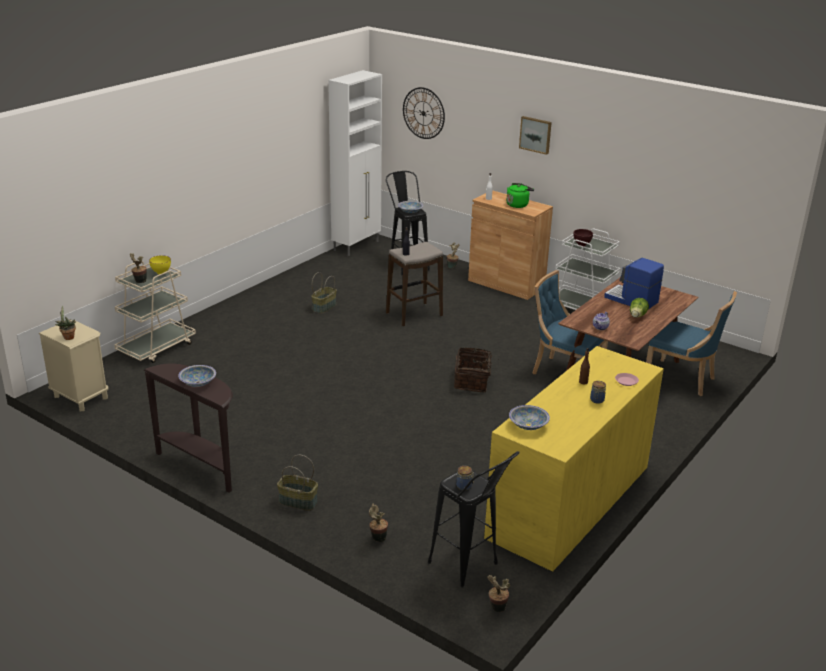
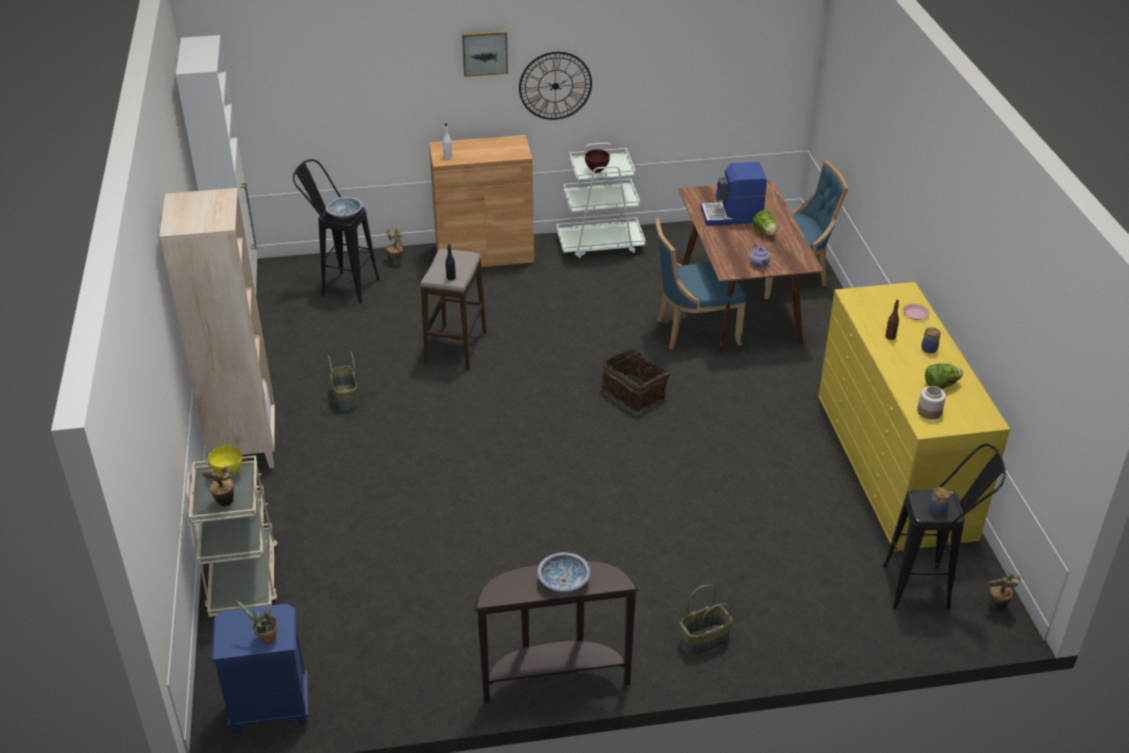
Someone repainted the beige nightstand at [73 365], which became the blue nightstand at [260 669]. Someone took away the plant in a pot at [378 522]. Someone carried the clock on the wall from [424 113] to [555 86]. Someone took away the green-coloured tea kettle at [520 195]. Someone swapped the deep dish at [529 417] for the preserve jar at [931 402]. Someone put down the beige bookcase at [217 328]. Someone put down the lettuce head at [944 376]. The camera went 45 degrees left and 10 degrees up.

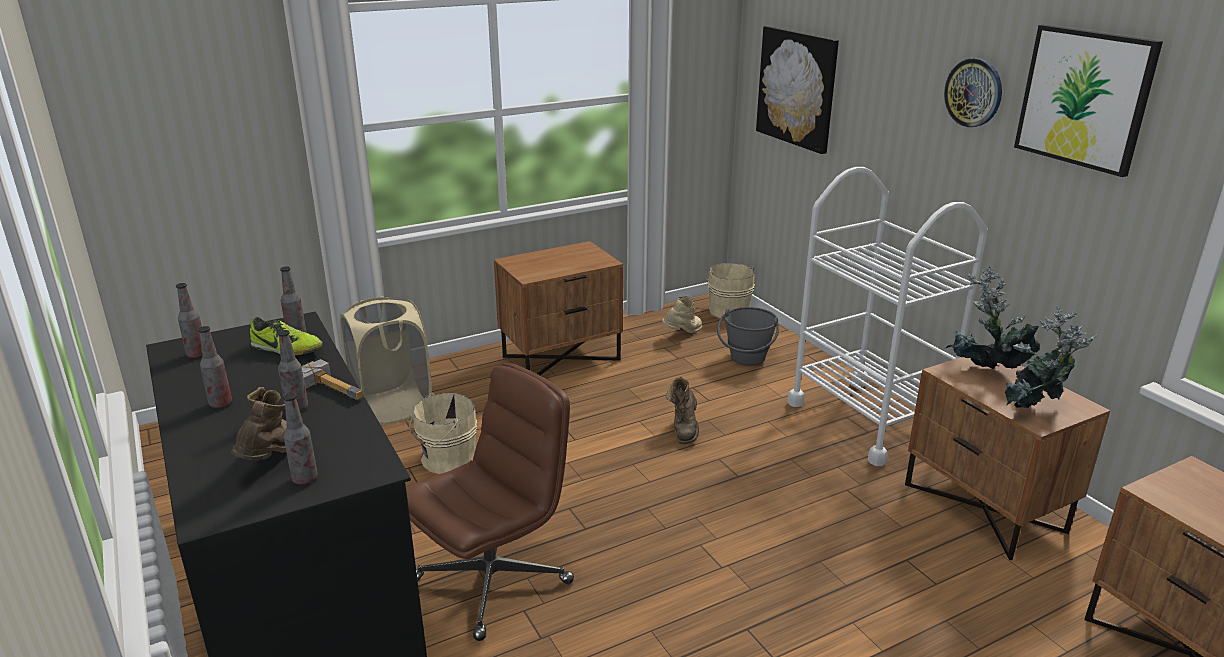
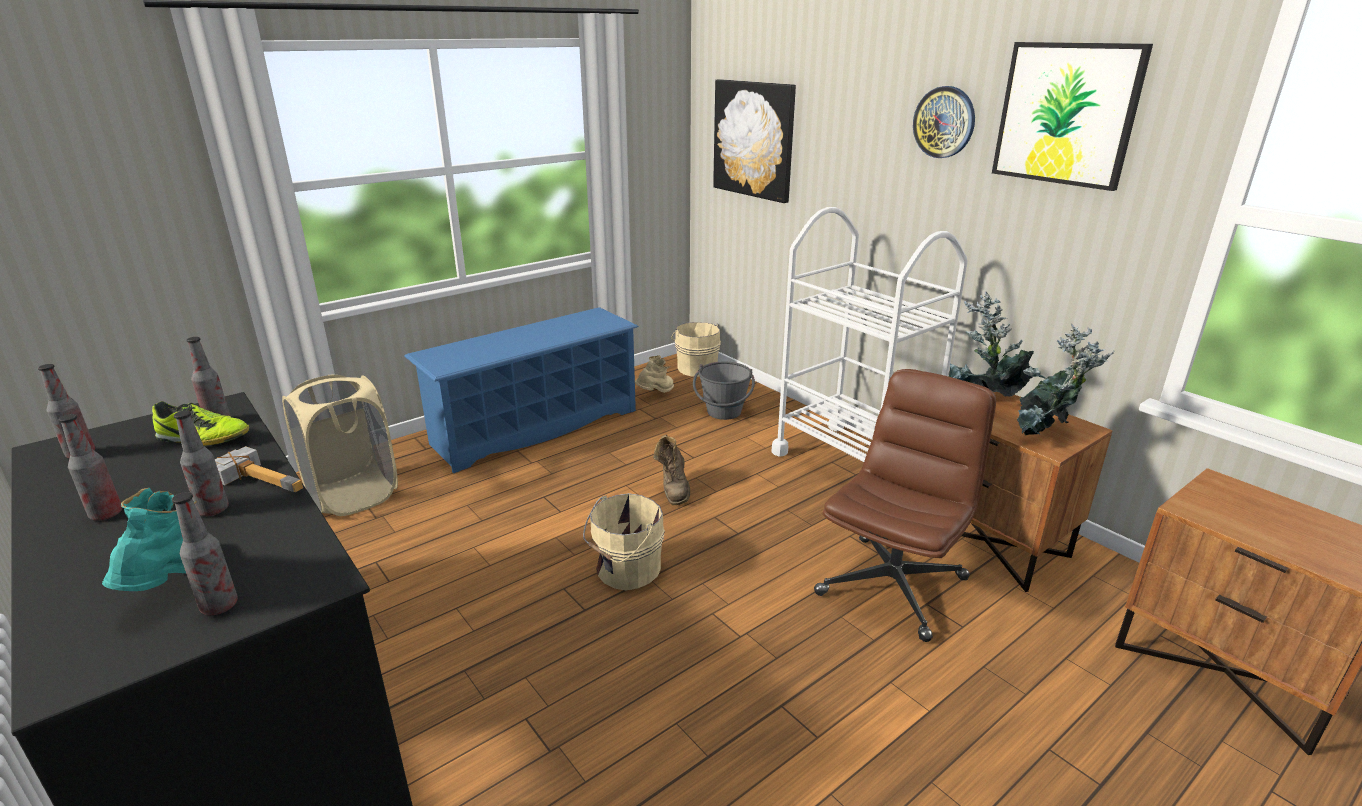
Someone repainted the brown-coloured tall boot at [259 424], which became the turquoise-coloured tall boot at [149 539]. Someone carried the brown-coloured desk chair from [490 502] to [905 505]. Someone carried the beige bucket from [443 433] to [624 541]. Someone swapped the brown-coloured nightstand at [558 308] for the blue shoe rack at [521 390]. The camera went 10 degrees left and 0 degrees up.

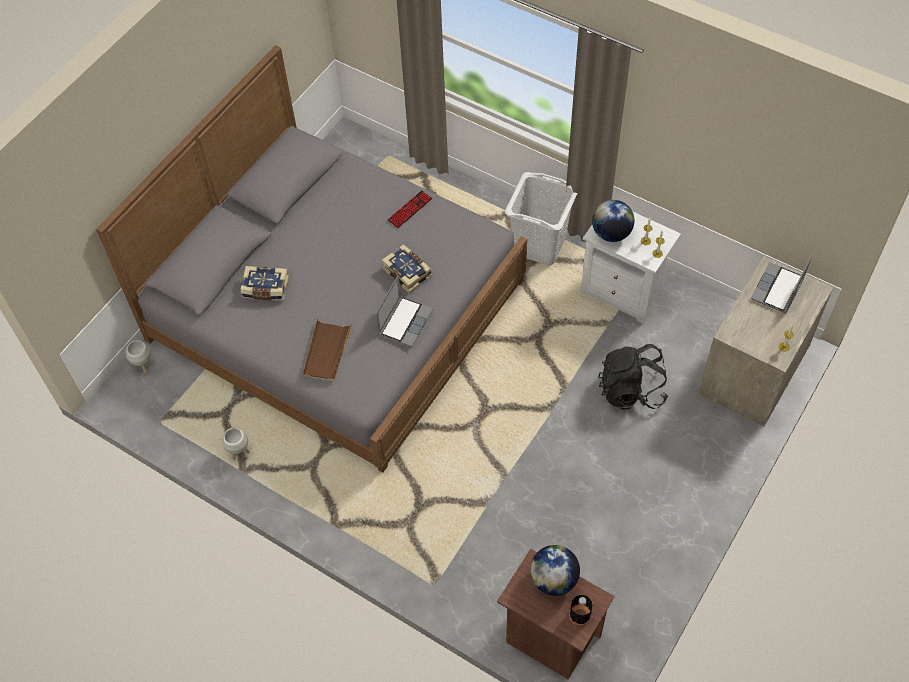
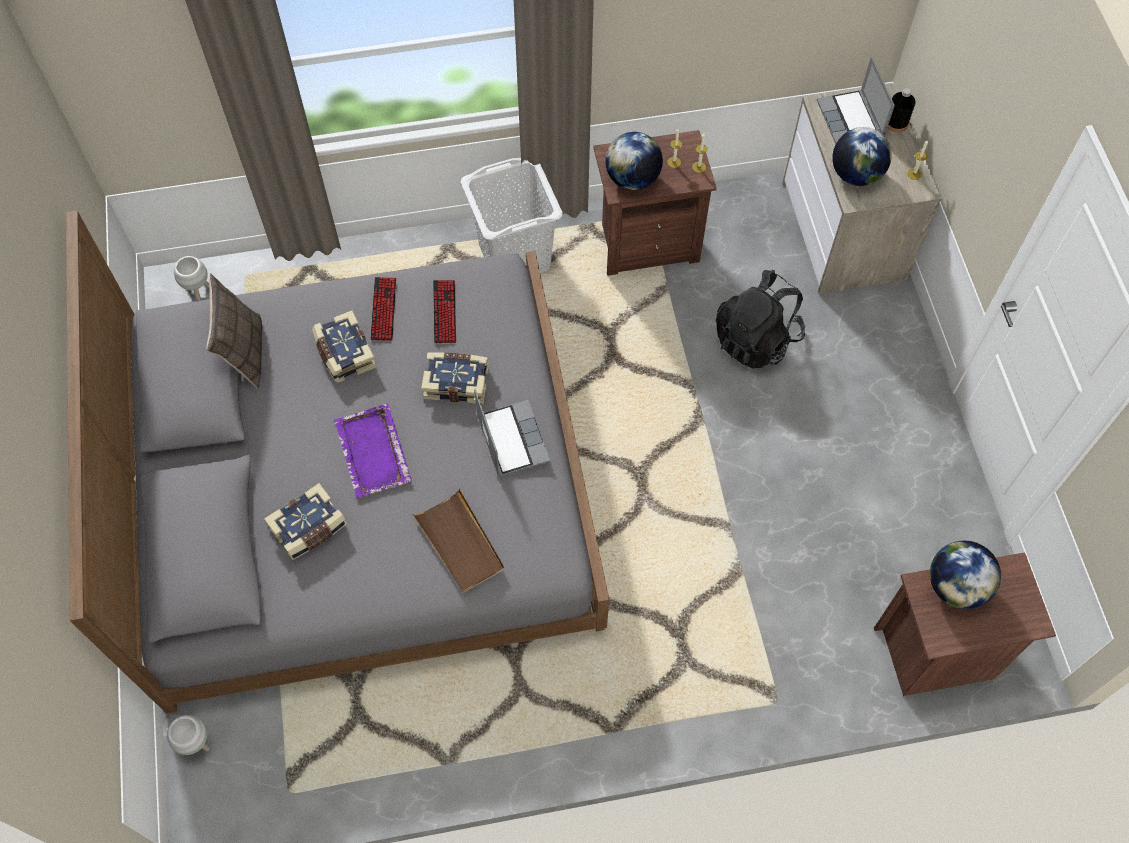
Someone carried the whitish flower pot from [235 443] to [191 278]. Someone carried the blackish drink bottle from [581 610] to [901 110]. Someone repainted the whitish nightstand at [631 267], which became the brown-coloured nightstand at [655 203]. Someone put down the cushion at [234 331]. Someone put down the book at [344 346]. Someone put down the purple-coloured tray at [373 450]. Someone put down the keyboard at [444 311]. Someone put down the world globe at [862 156]. The camera went 45 degrees left and 5 degrees up.

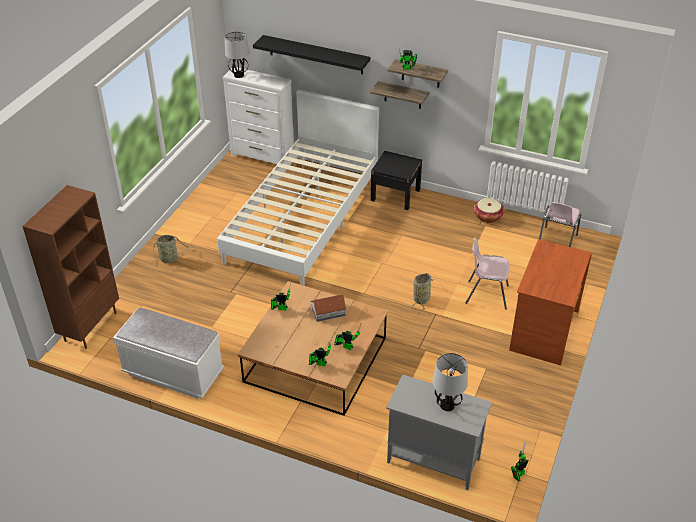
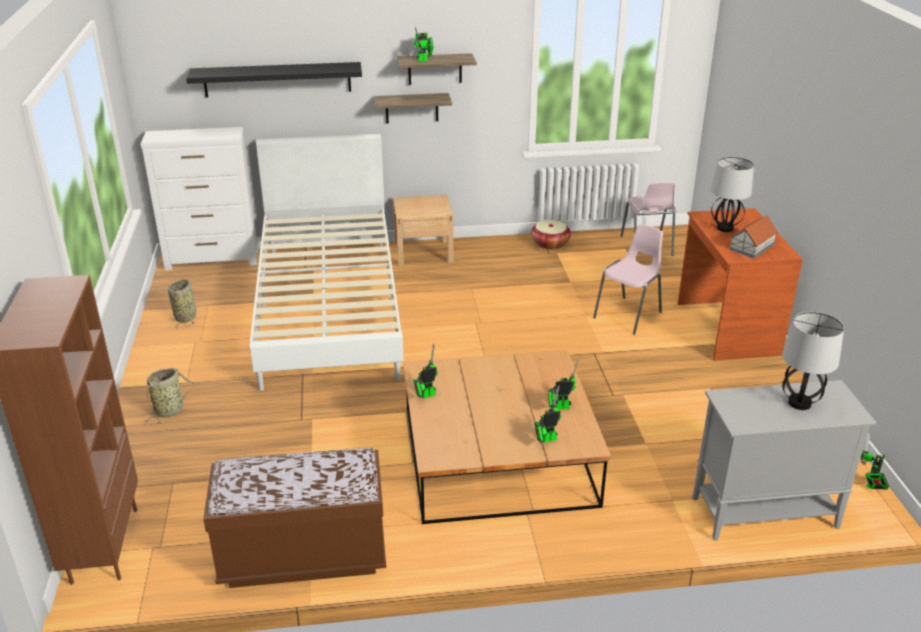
Someone repainted the whitish long seat at [168 353], which became the brown-coloured long seat at [294 518]. Someone carried the tabletop lamp from [237 55] to [732 194]. Someone carried the miniature house from [328 308] to [754 236]. Someone repainted the blackish nightstand at [396 180], which became the beige nightstand at [423 230]. Someone carried the basket from [423 291] to [182 304]. Someone rotated the pink upright chair at [487 274] by 150 degrees clockwise. The camera went 30 degrees left and 10 degrees down.

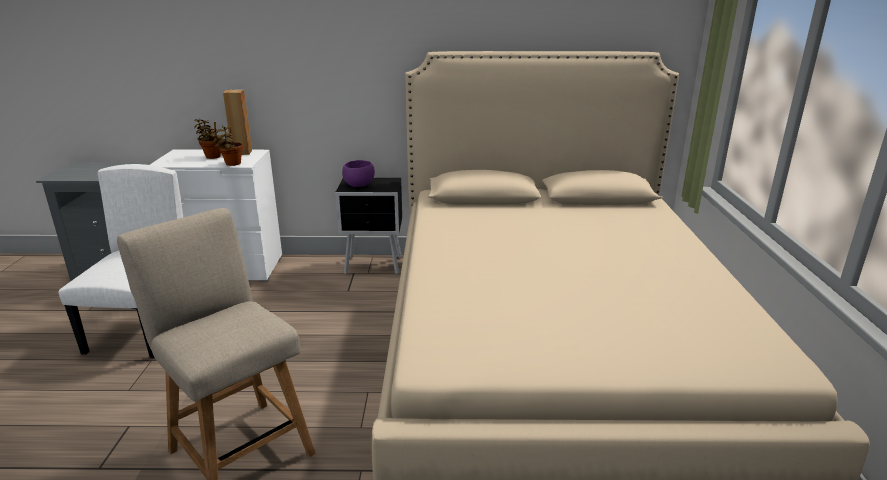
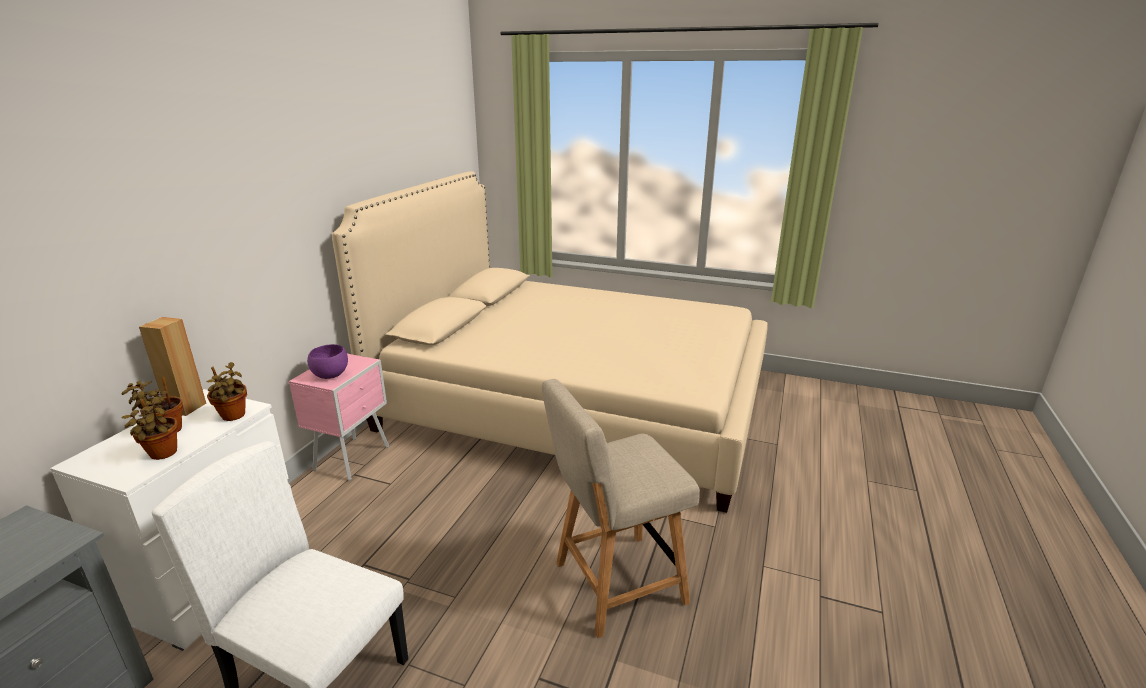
Someone repainted the blackish nightstand at [368 226], which became the pink nightstand at [339 417]. Someone put down the plant in a pot at [150 428]. The camera went 70 degrees left and 0 degrees up.

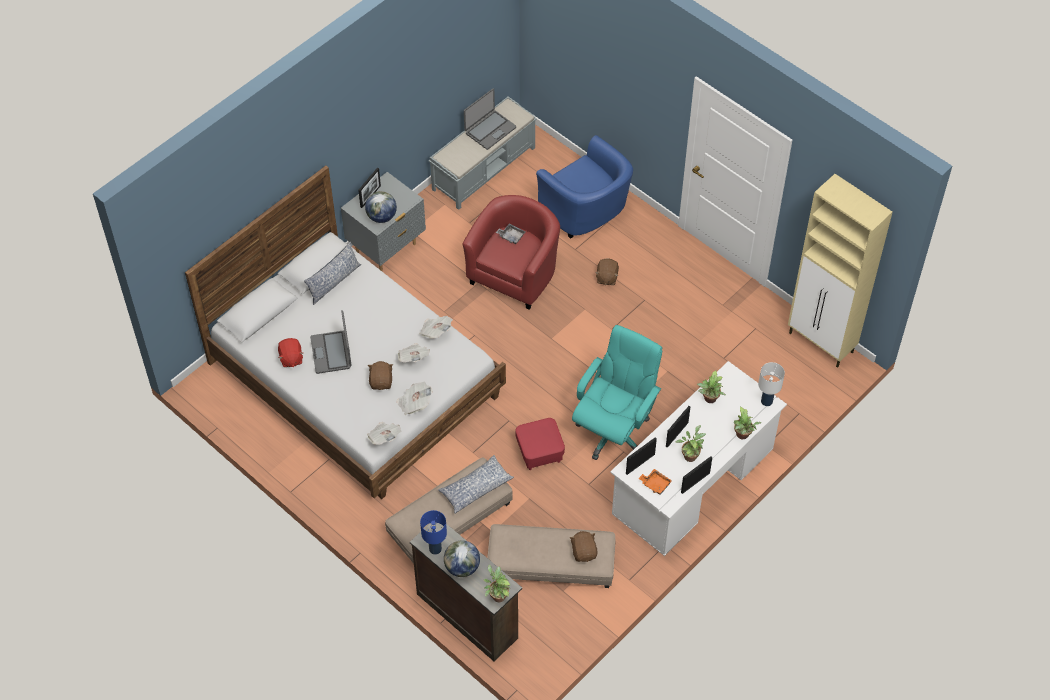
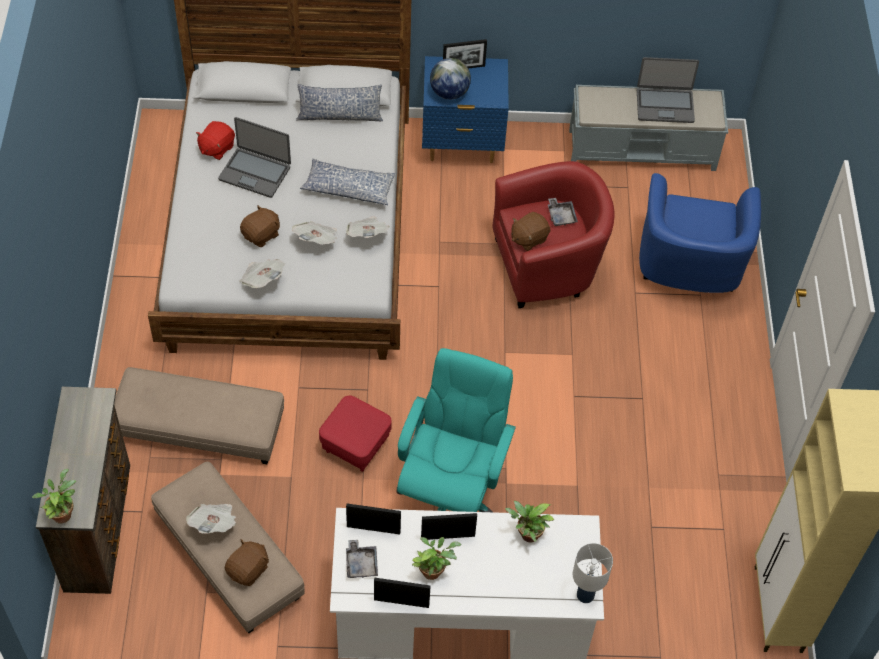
Someone rotated the notebook computer at [331 342] by 105 degrees counterclockwise. Someone repainted the gray nightstand at [383 221], which became the blue nightstand at [465 109]. Someone carried the printed paper from [384 433] to [211 519]. Someone took away the blue tabletop lamp at [433 532]. Someone carried the cushion from [476 484] to [348 182]. Someone took away the world globe at [462 558]. Someone rotated the turquoise-coloured desk chair at [617 392] by 60 degrees counterclockwise. Someone carried the brown-coloured plush toy from [607 272] to [530 231]. Someone repainted the orange tray at [655 482], which became the gray tray at [362 559]. Someone took away the plant in a pot at [747 423]. The camera went 45 degrees right and 0 degrees up.

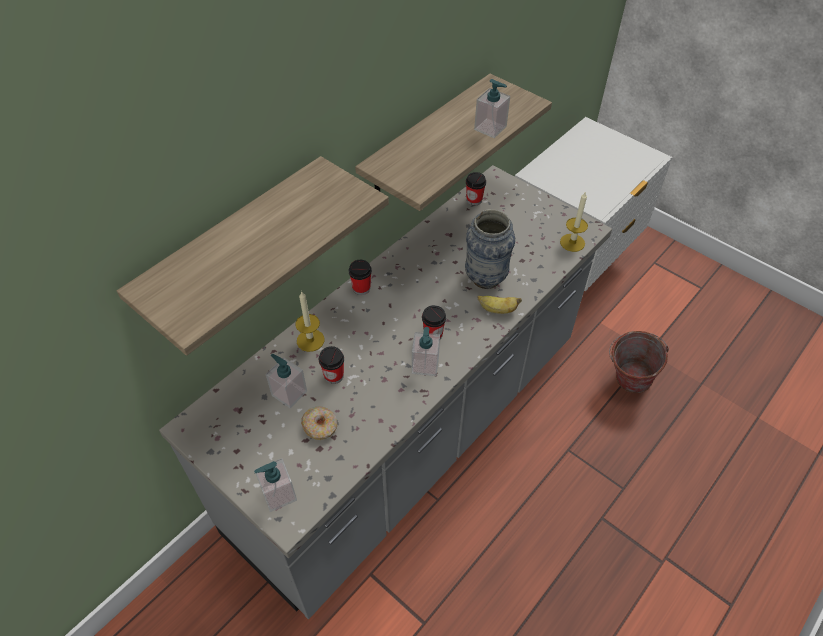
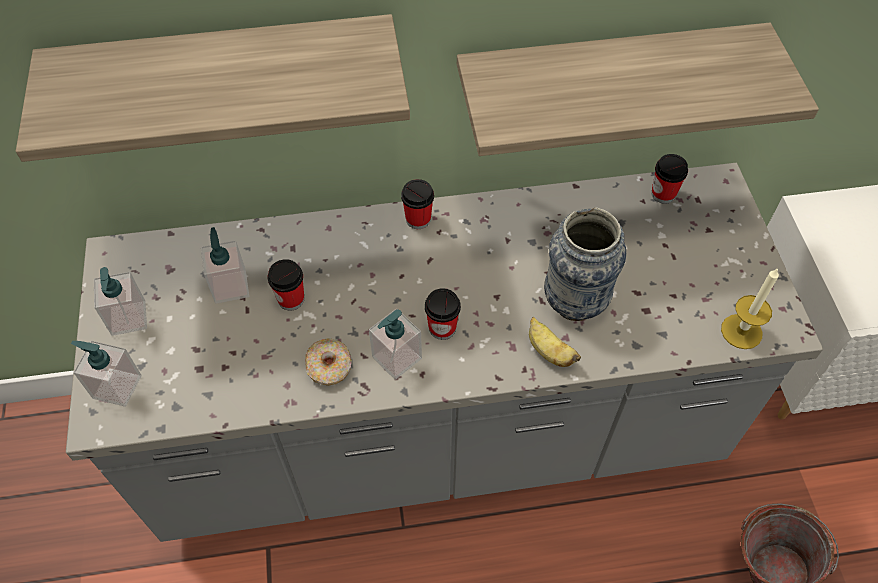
Someone took away the candle at [309 321]. Someone carried the doughnut from [319 423] to [328 362]. Someone carried the soap dispenser from [492 108] to [120 301]. The camera went 40 degrees right and 5 degrees up.

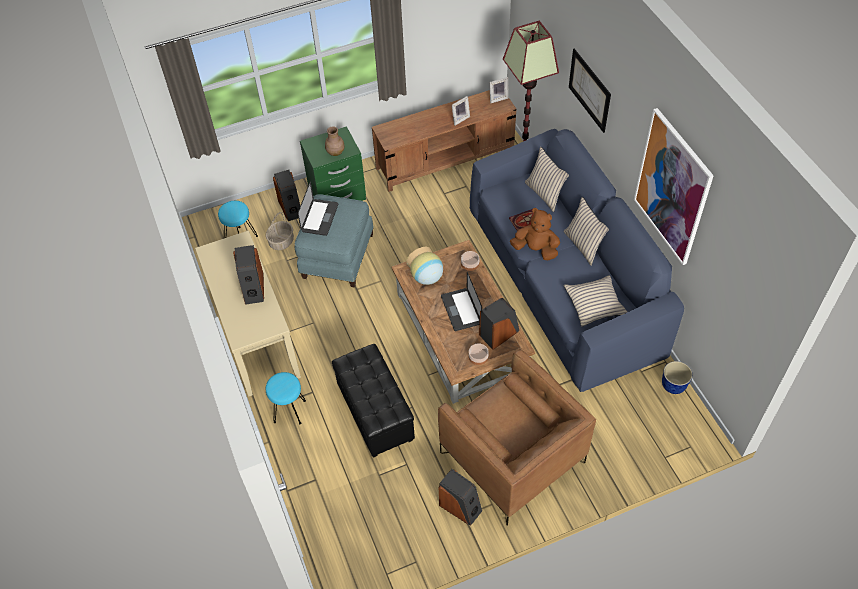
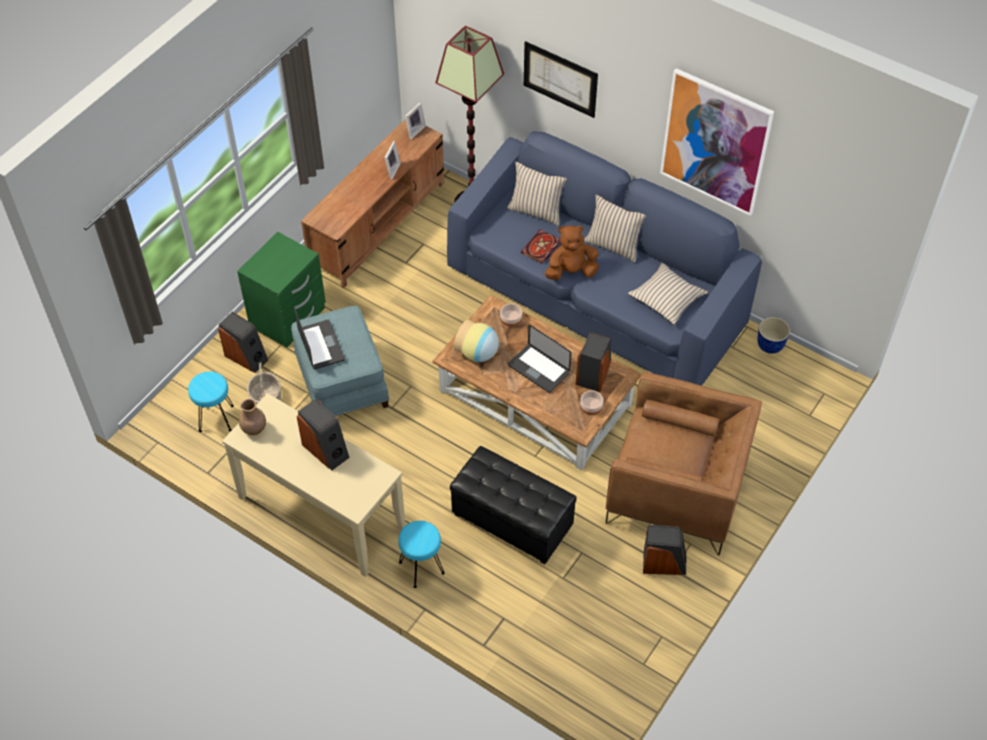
Someone carried the brown-coloured vase from [335 141] to [252 417]. The camera went 35 degrees left and 0 degrees up.

